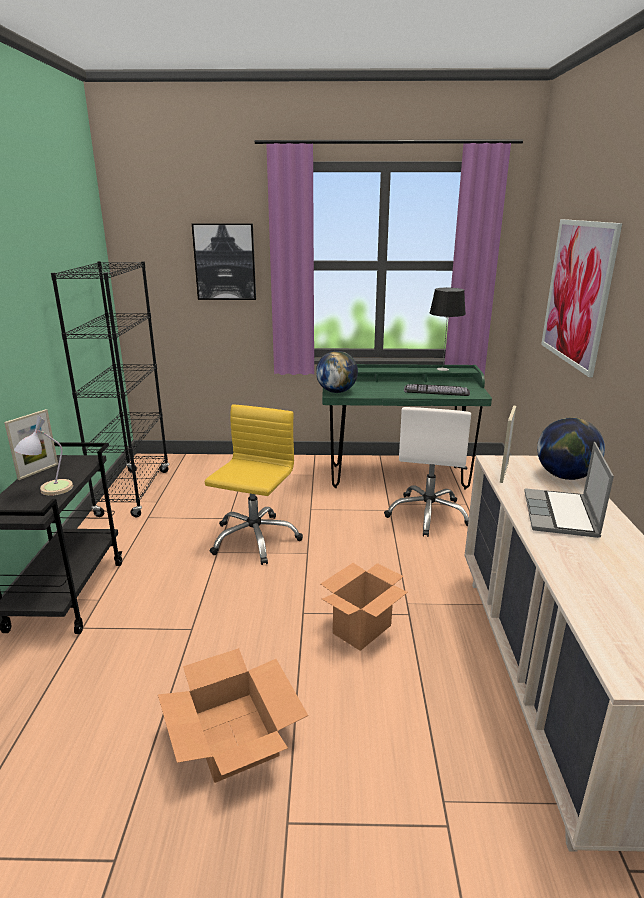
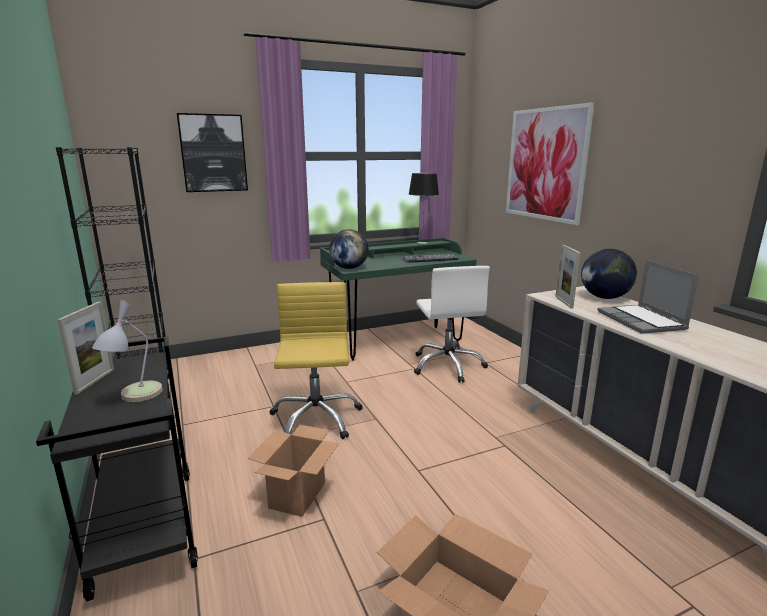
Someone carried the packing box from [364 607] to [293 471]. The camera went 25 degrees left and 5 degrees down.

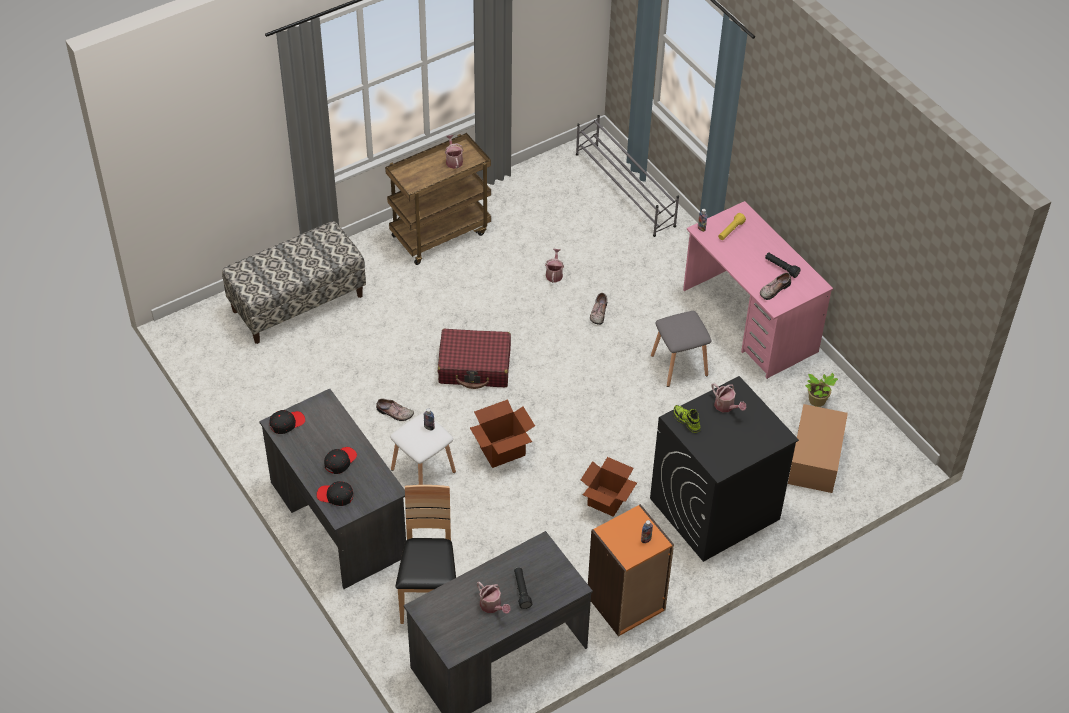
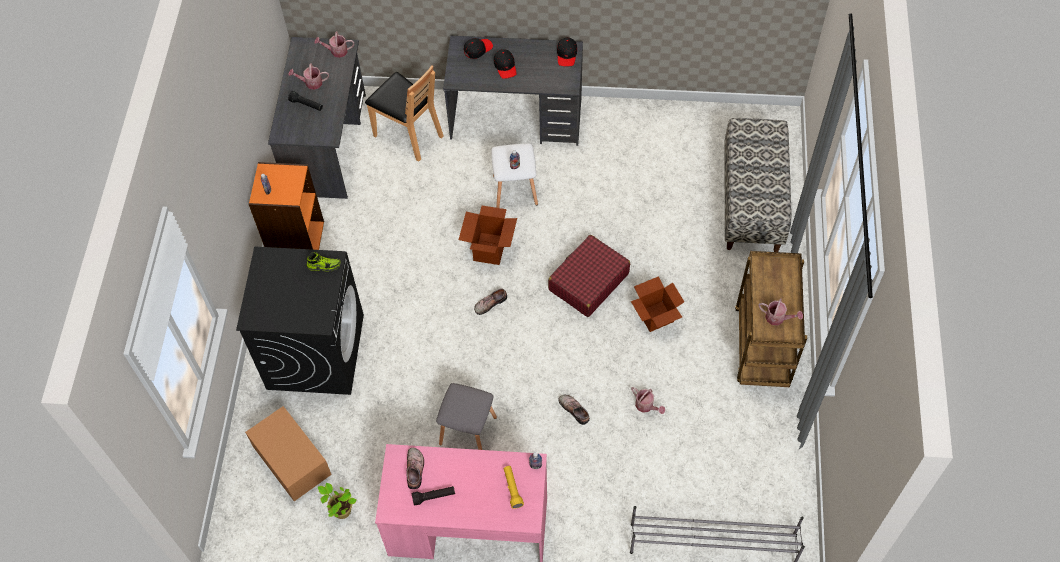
Someone carried the low shoe from [395 409] to [490 301]. Someone carried the packing box from [609 487] to [657 304]. Someone carried the watering can from [728 397] to [334 45]. The camera went 130 degrees right and 10 degrees up.

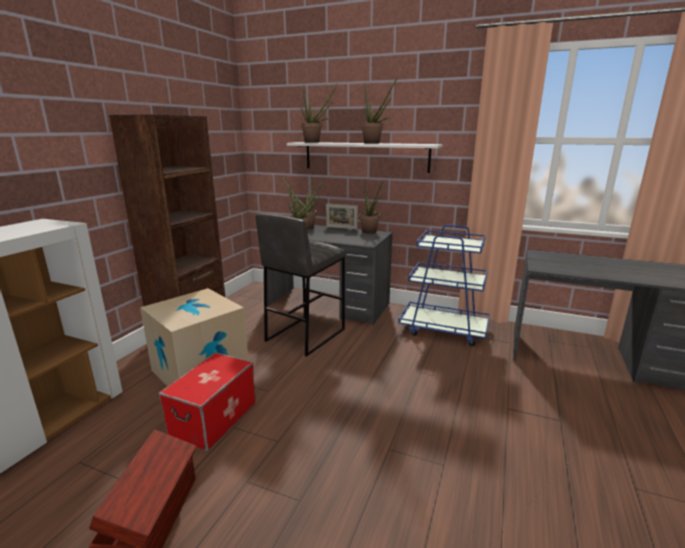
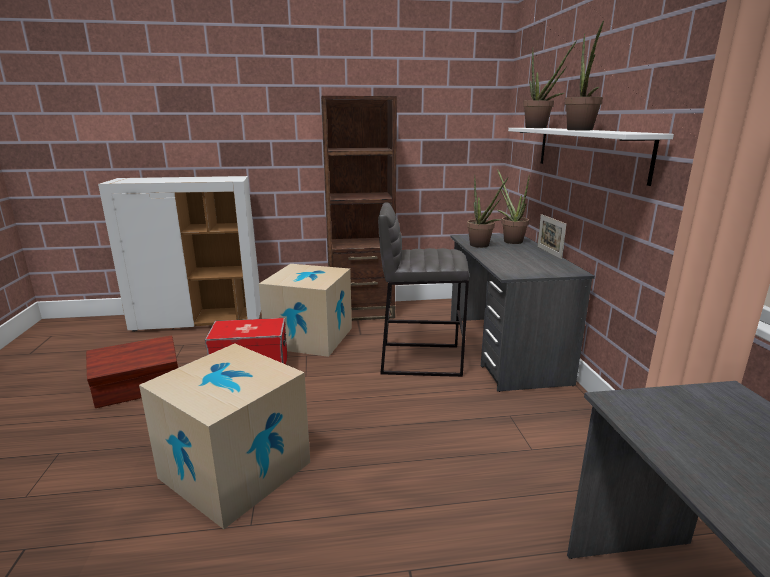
Someone took away the plant in a pot at [371 206]. Someone took away the blue trolley at [444 285]. Someone put down the packing box at [224 436]. The camera went 60 degrees right and 0 degrees up.

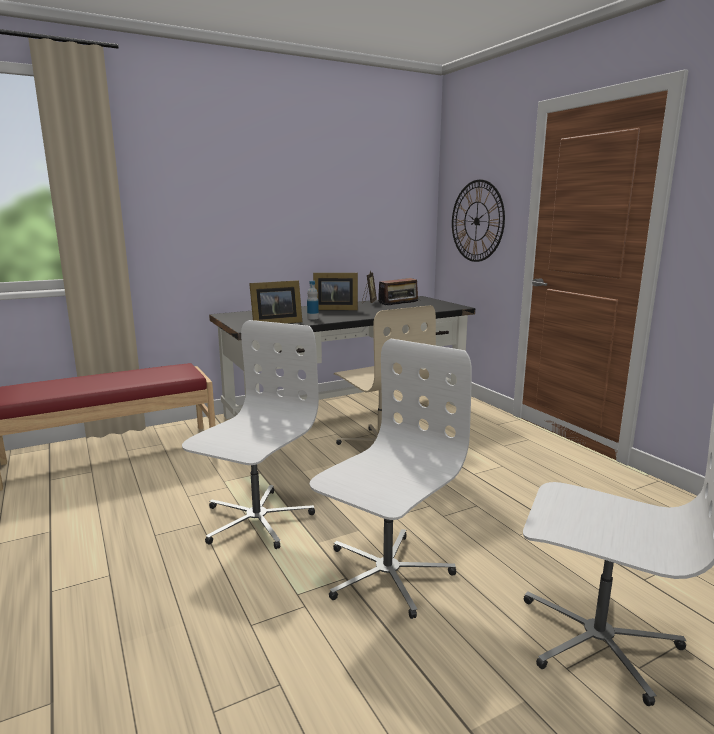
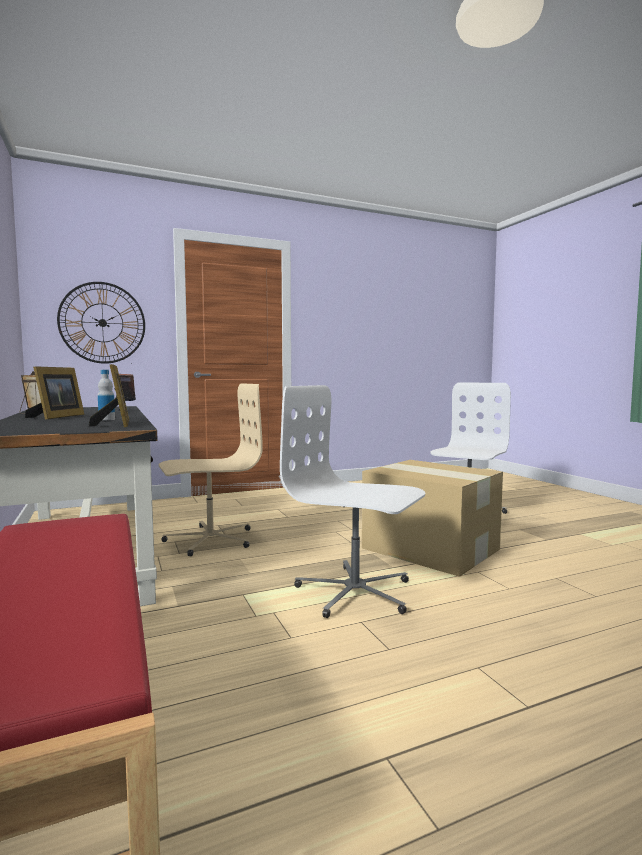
Someone swapped the whitish desk chair at [391 479] for the packing box at [432 518]. The camera went 85 degrees left and 10 degrees down.

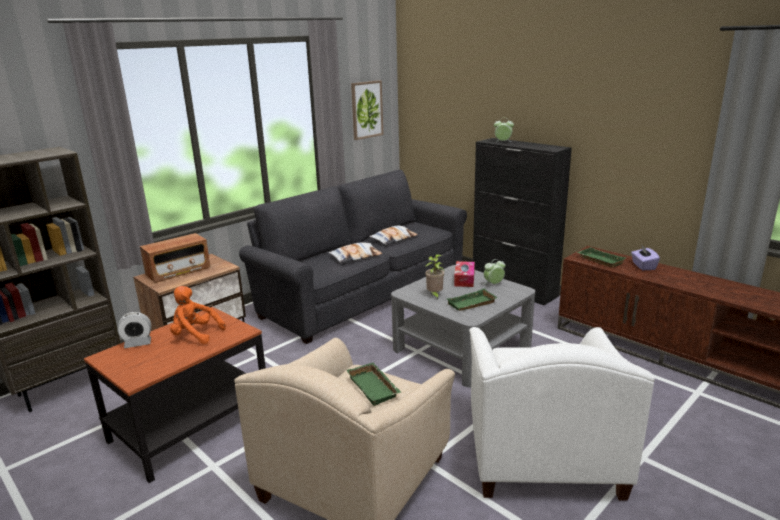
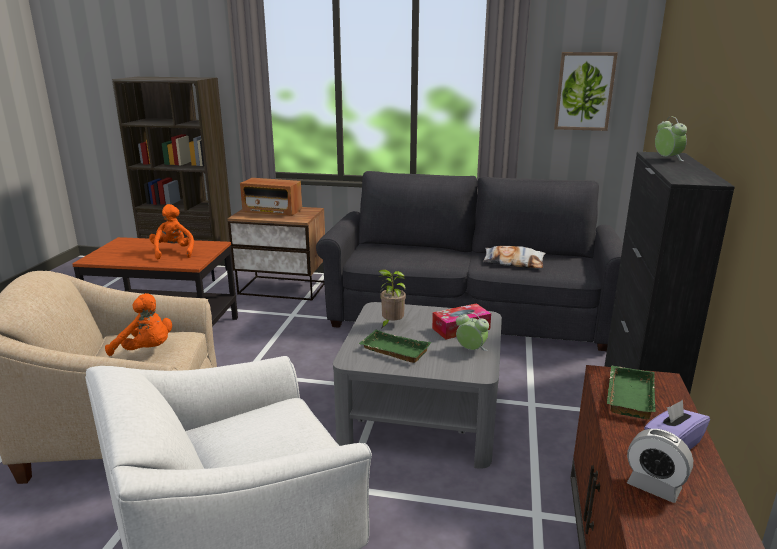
Someone carried the bedside clock from [134 330] to [660 466]. Someone took away the cushion at [355 252]. Someone swapped the green-coloured tray at [374 384] for the orange plush toy at [138 324]. The camera went 55 degrees right and 0 degrees up.

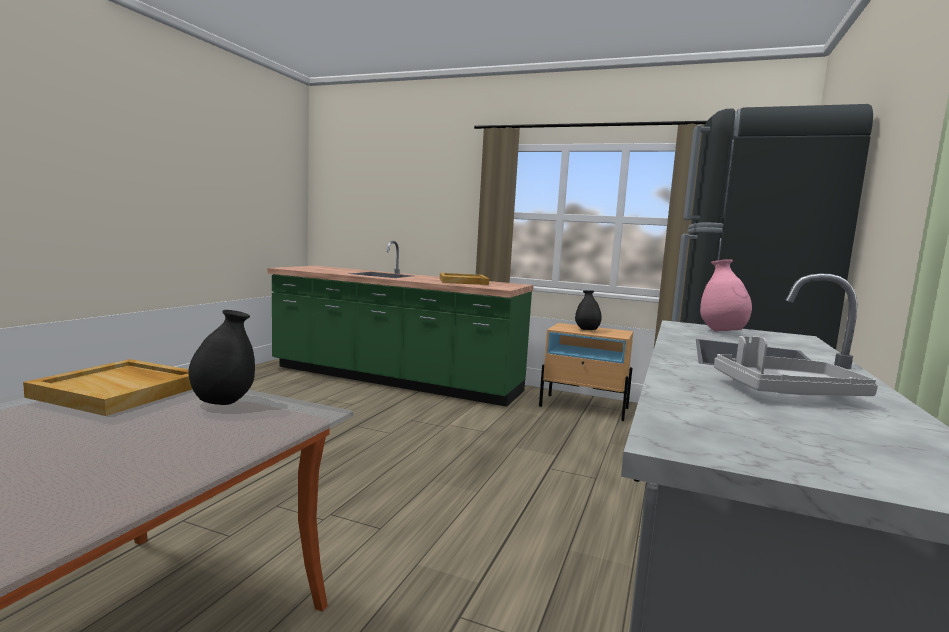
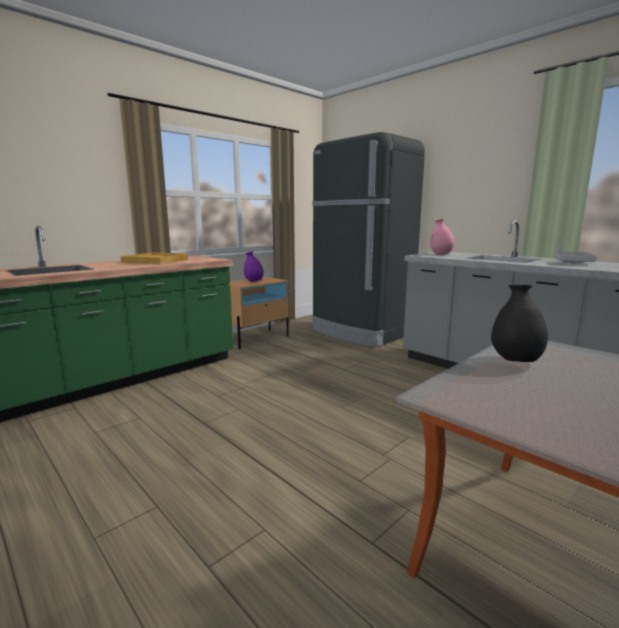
Someone took away the beige tray at [107 387]. Someone repainted the blackish vase at [588 310], which became the purple-coloured vase at [254 267]. The camera went 65 degrees left and 5 degrees up.

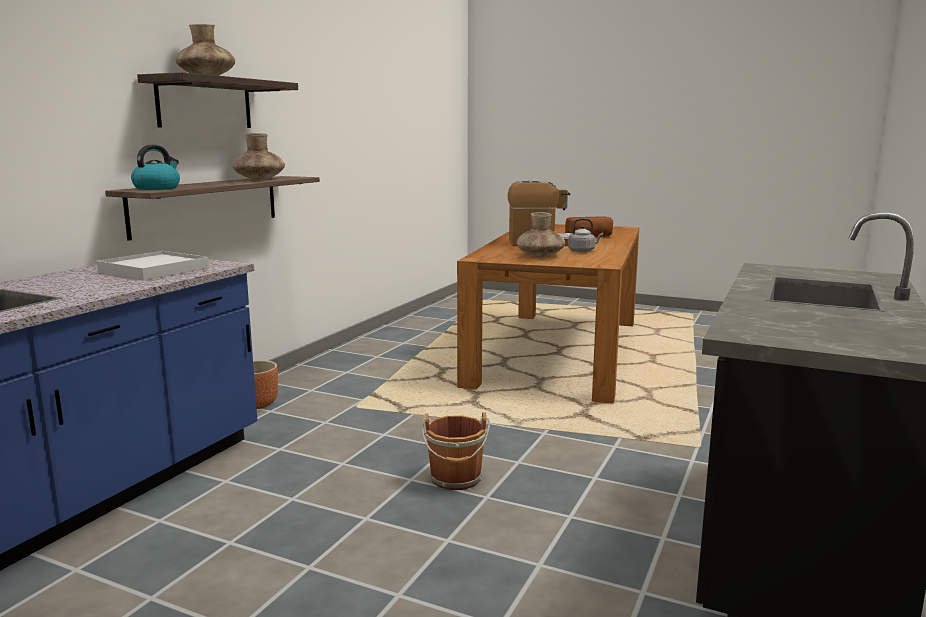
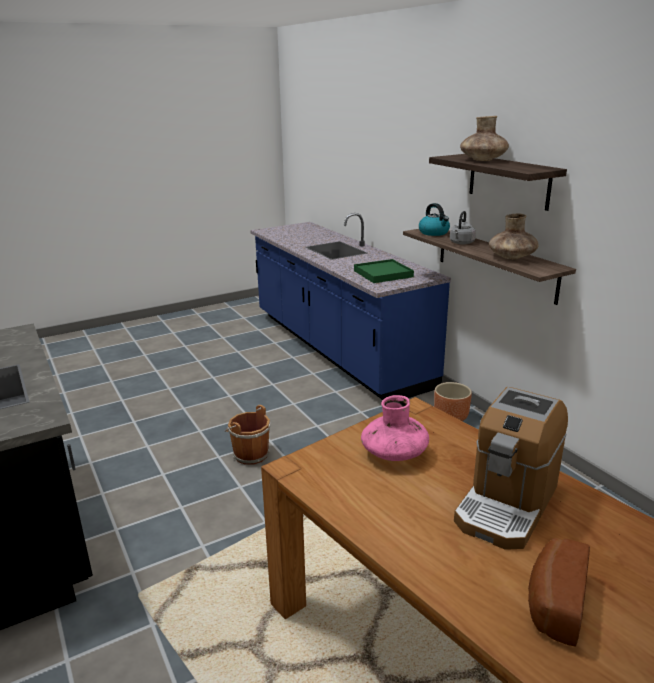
Someone repainted the whitish tray at [153 265], which became the green-coloured tray at [384 271]. Someone repainted the brown-coloured vase at [541 234], which became the pink vase at [395 428]. Someone carried the gray tea kettle from [585 235] to [463 228]. The camera went 125 degrees right and 10 degrees up.

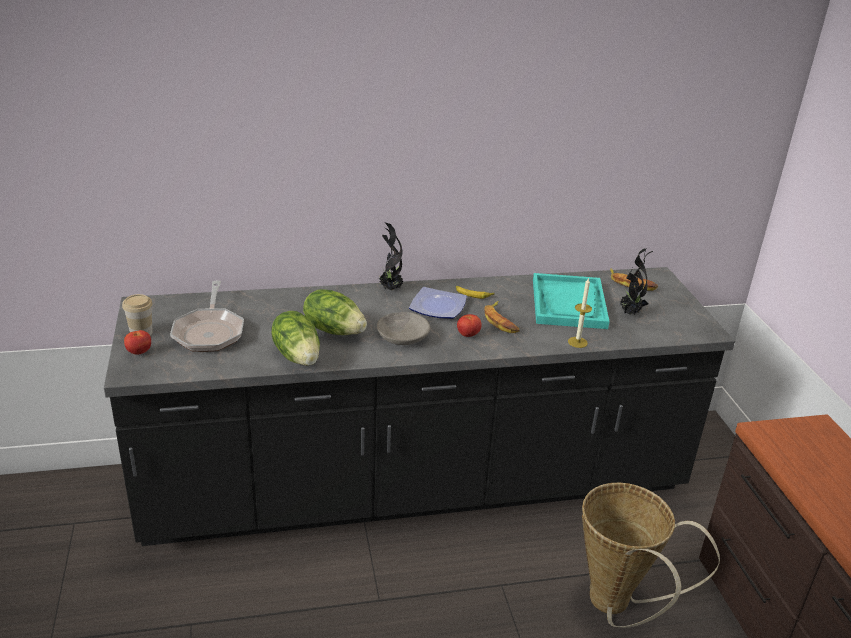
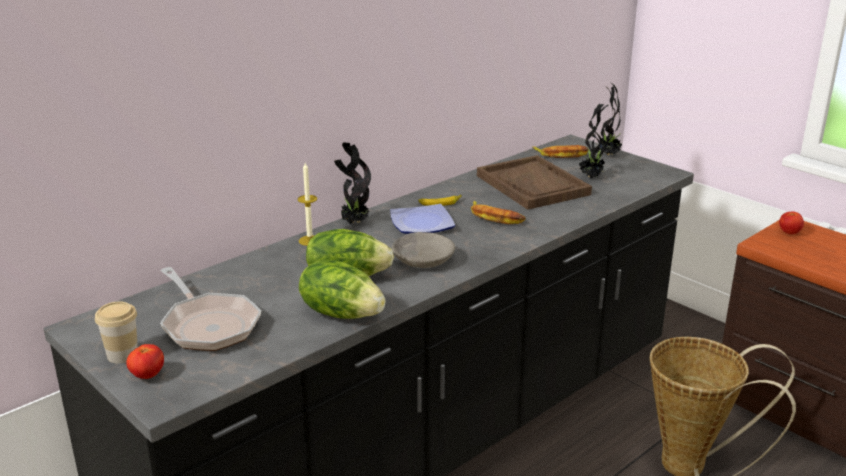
Someone carried the whole tomato from [469 325] to [791 222]. Someone repainted the turquoise-coloured tray at [571 301], which became the brown-coloured tray at [534 182]. Someone carried the candle from [580 312] to [307 204]. Someone put down the plant in a pot at [609 118]. The camera went 30 degrees left and 5 degrees down.

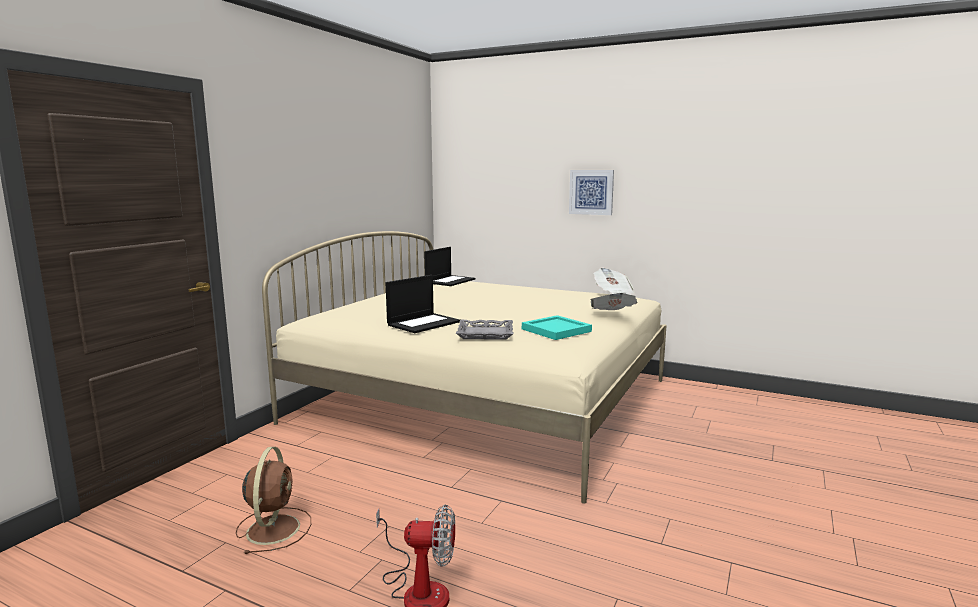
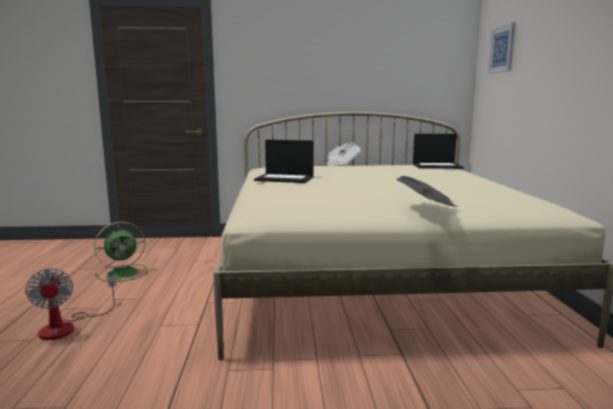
Someone repainted the brown-coloured cooling fan at [273 500], which became the green-coloured cooling fan at [121 252]. Someone took away the gray tray at [484 330]. Someone took away the turquoise-coloured tray at [557 327]. Someone carried the wall art from [591 192] to [502 47]. Someone carried the printed paper from [614 281] to [344 154]. The camera went 60 degrees right and 0 degrees up.

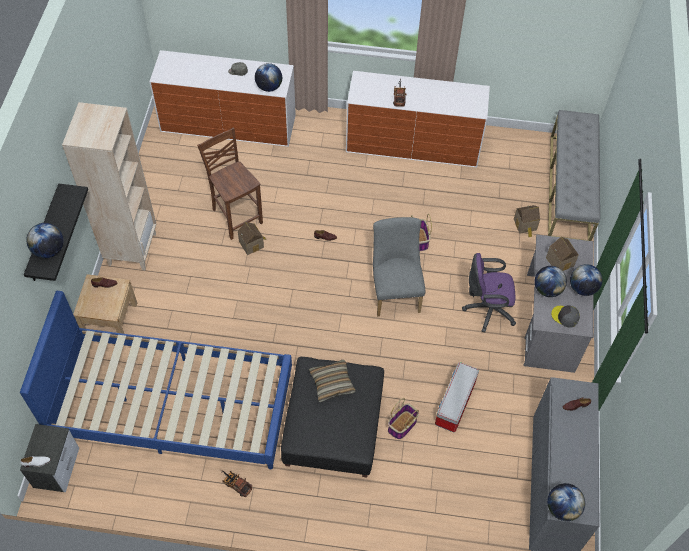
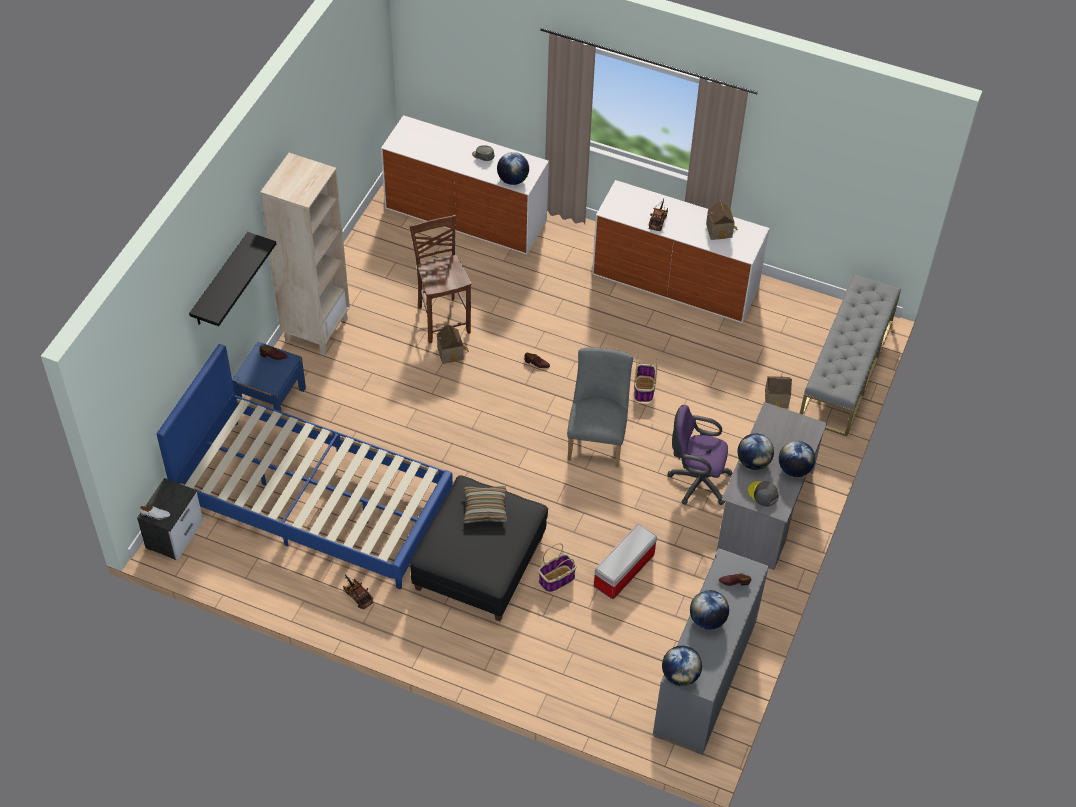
Someone carried the world globe from [45 240] to [709 610]. Someone repainted the beige nightstand at [105 304], which became the blue nightstand at [269 377]. Someone carried the miniature house from [562 254] to [722 220]. The camera went 15 degrees right and 5 degrees down.

